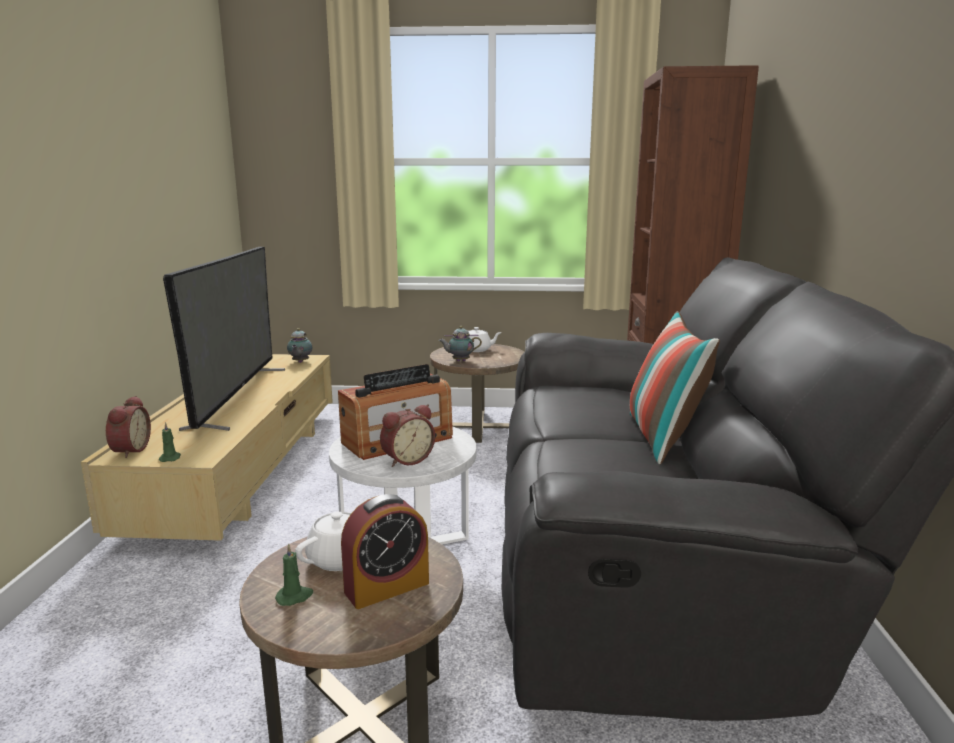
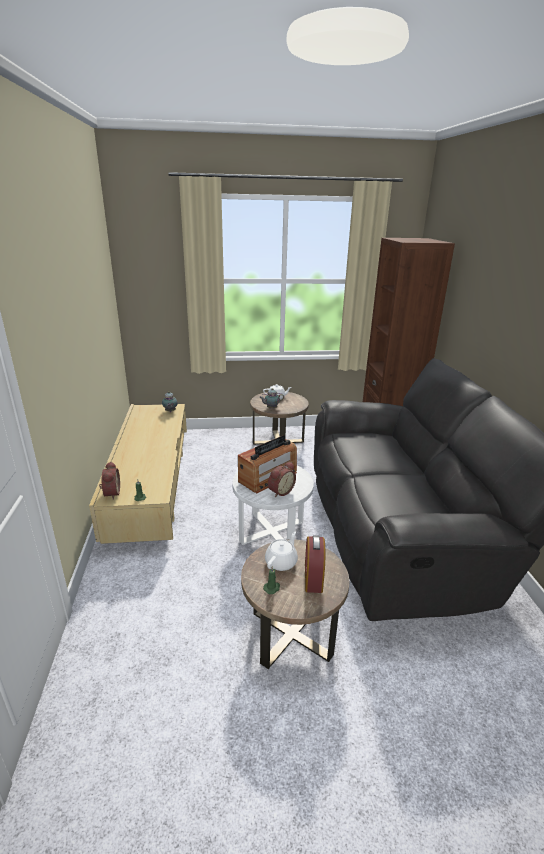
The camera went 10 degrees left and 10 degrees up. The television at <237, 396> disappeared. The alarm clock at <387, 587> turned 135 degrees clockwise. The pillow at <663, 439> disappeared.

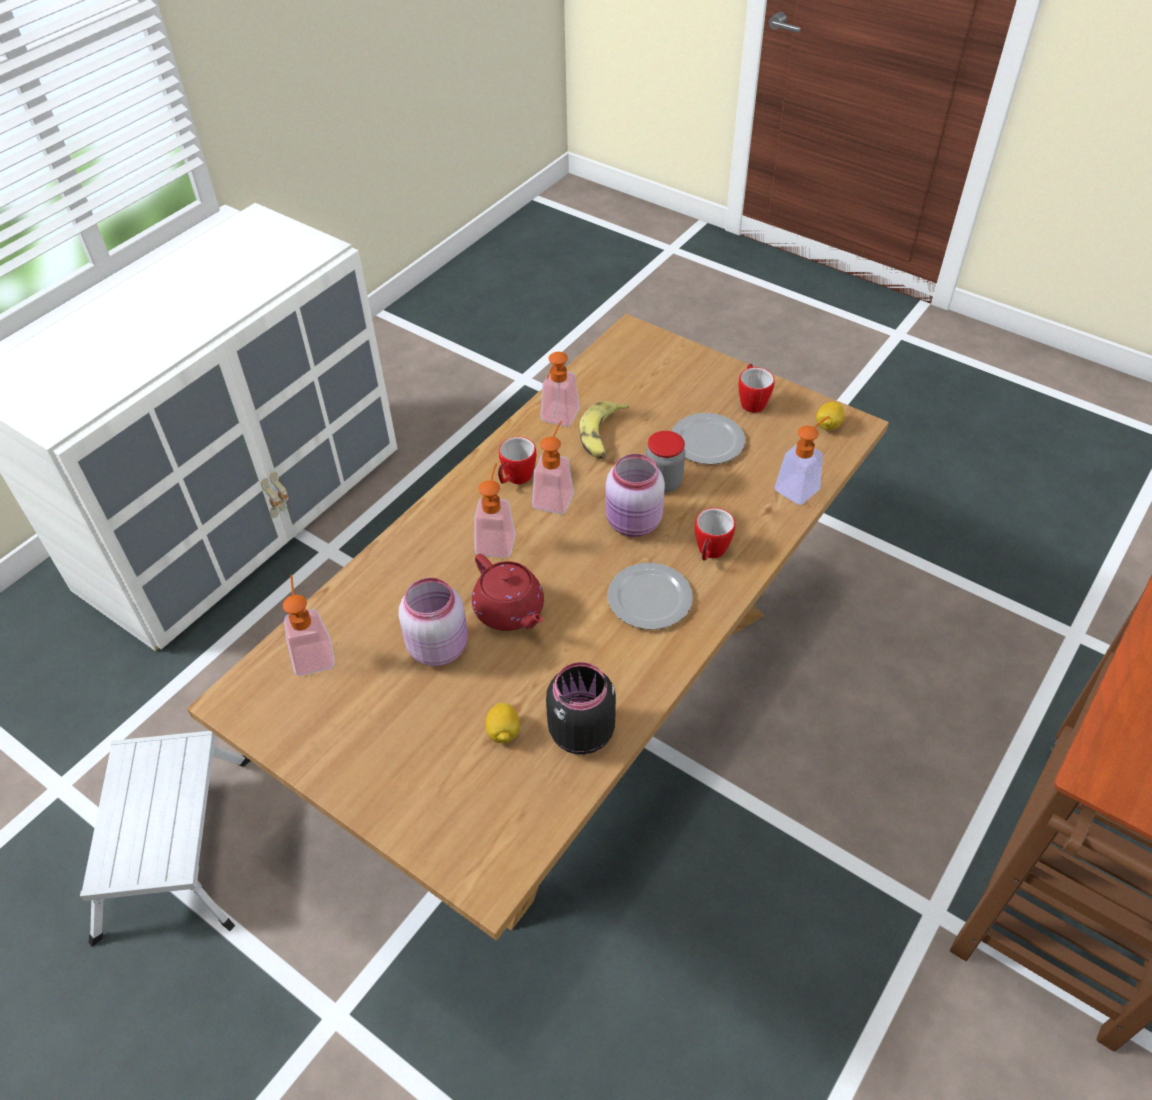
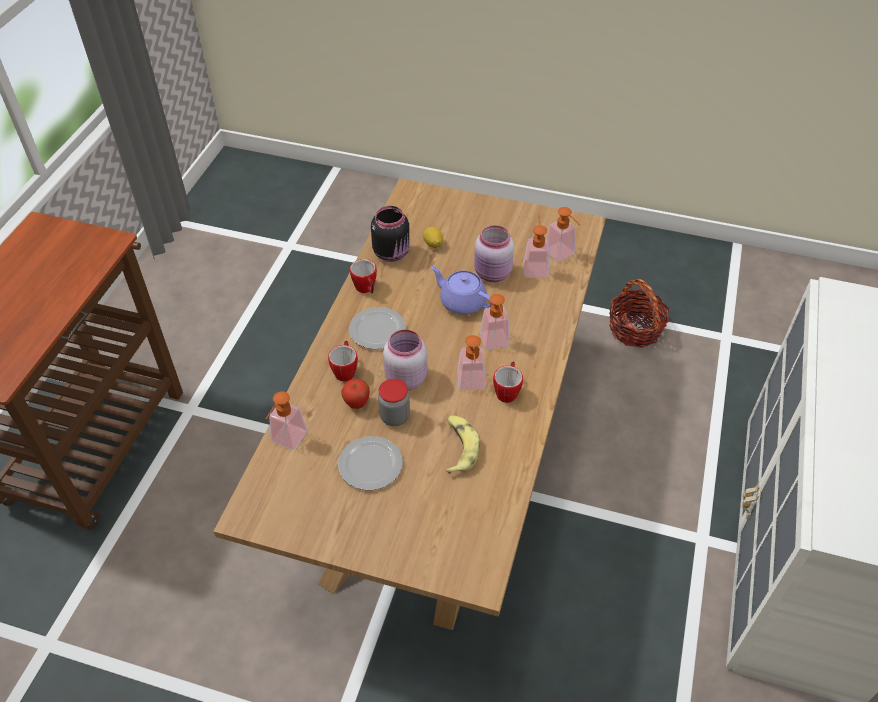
The camera went 160 degrees right and 0 degrees up. The white step ladder at <175, 844> was replaced by the basket at <635, 329>. The red teapot at <510, 611> became the purple teapot at <462, 302>. The soap dispenser moved from <557, 420> to <535, 266>. The mug moved from <751, 401> to <366, 289>. The lemon at <828, 425> disappeared. The apple at <357, 404> appeared.

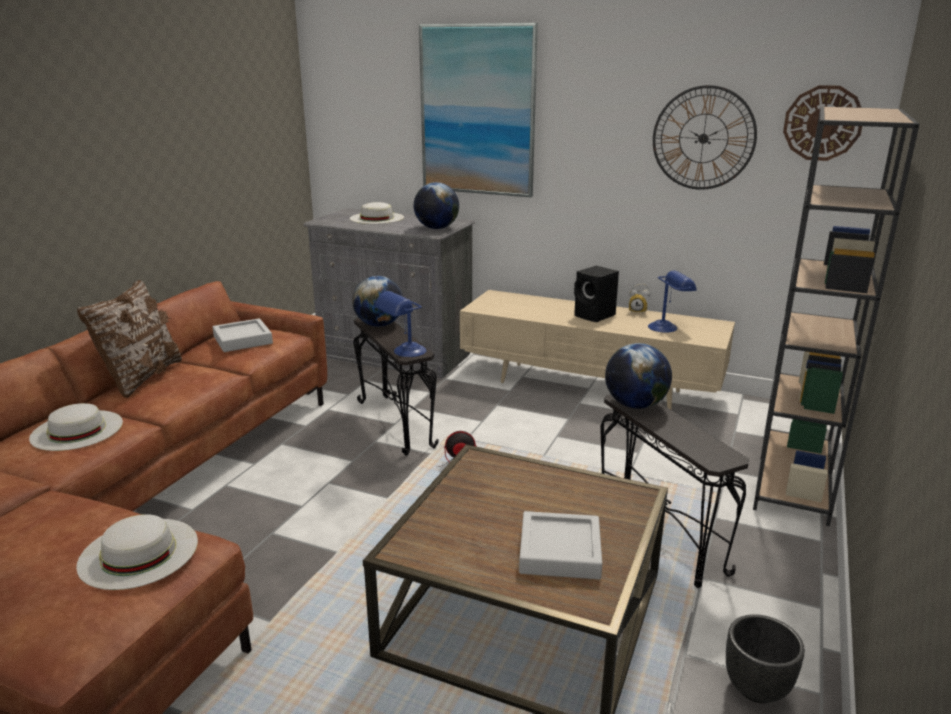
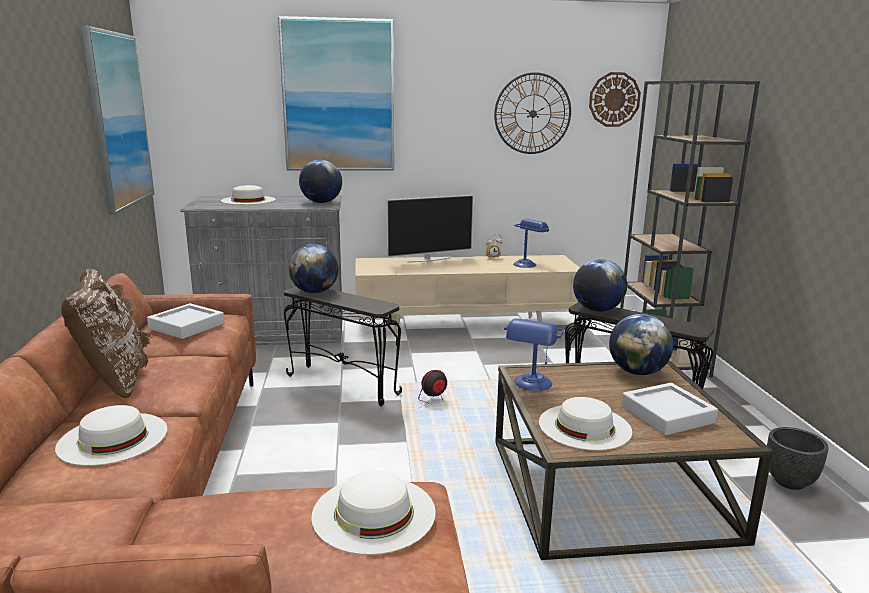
The camera went 30 degrees left and 5 degrees down. The blue table lamp moved from <404, 352> to <532, 386>. The black speaker at <595, 316> disappeared. The picture at <119, 121> appeared. The television at <428, 260> appeared. The white hat at <584, 426> appeared. The globe at <637, 372> appeared.

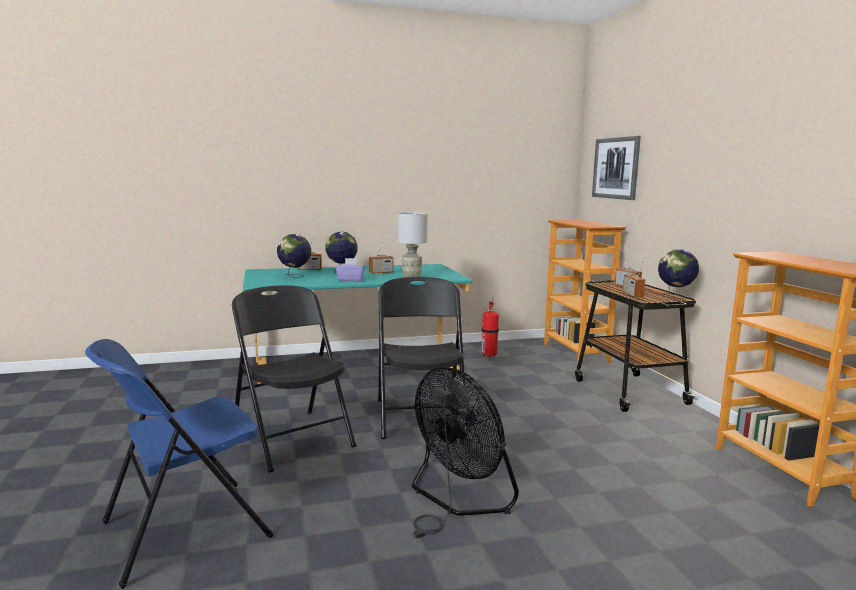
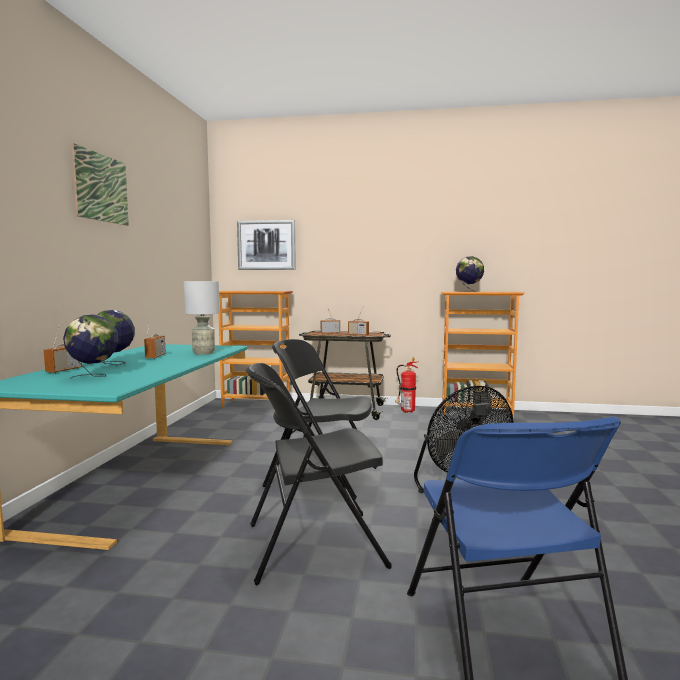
The camera went 65 degrees left and 5 degrees down. The purple tissue box at <350, 280> disappeared. The fire extinguisher moved from <489, 355> to <406, 411>. The globe moved from <675, 297> to <469, 291>. The picture at <101, 188> appeared.

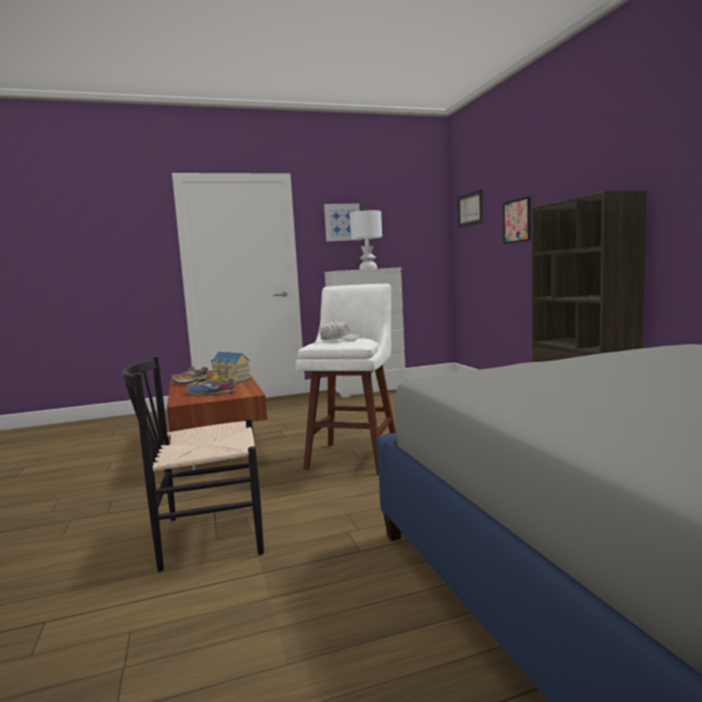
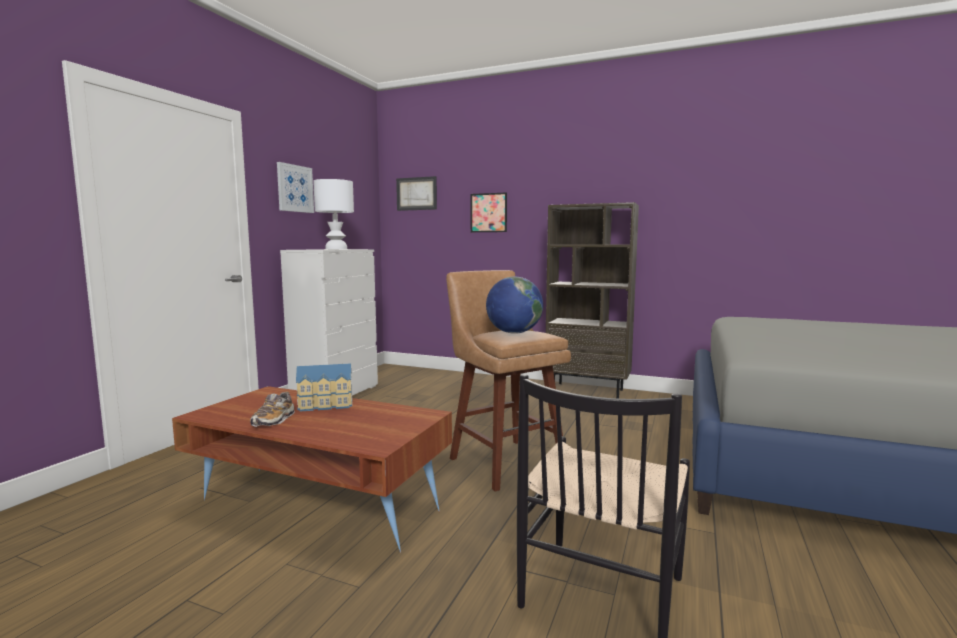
The camera went 50 degrees left and 0 degrees up. The shoe at <211, 393> disappeared. The white stool at <354, 456> became the brown stool at <504, 462>. The white cap at <339, 339> was replaced by the globe at <514, 333>.

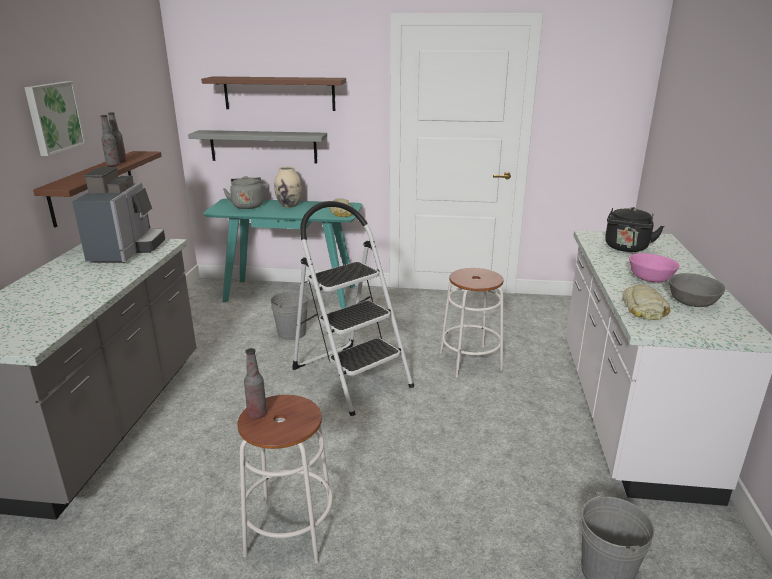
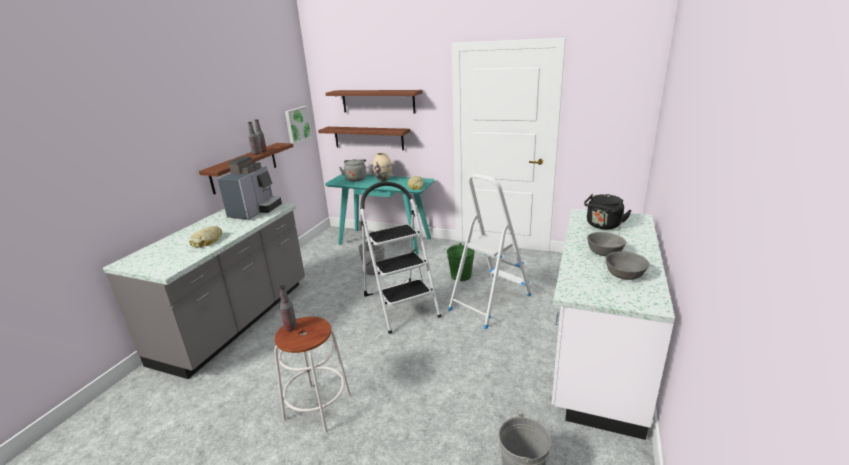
The camera went 15 degrees right and 0 degrees up. The picture moved from <53, 117> to <297, 124>. The grey shelf at <263, 146> became the brown shelf at <368, 138>. The white stool at <470, 361> was replaced by the white step ladder at <491, 302>. The bread moved from <643, 308> to <207, 240>. The pink bowl at <650, 278> became the grey bowl at <604, 252>. The green bucket at <461, 276> appeared.

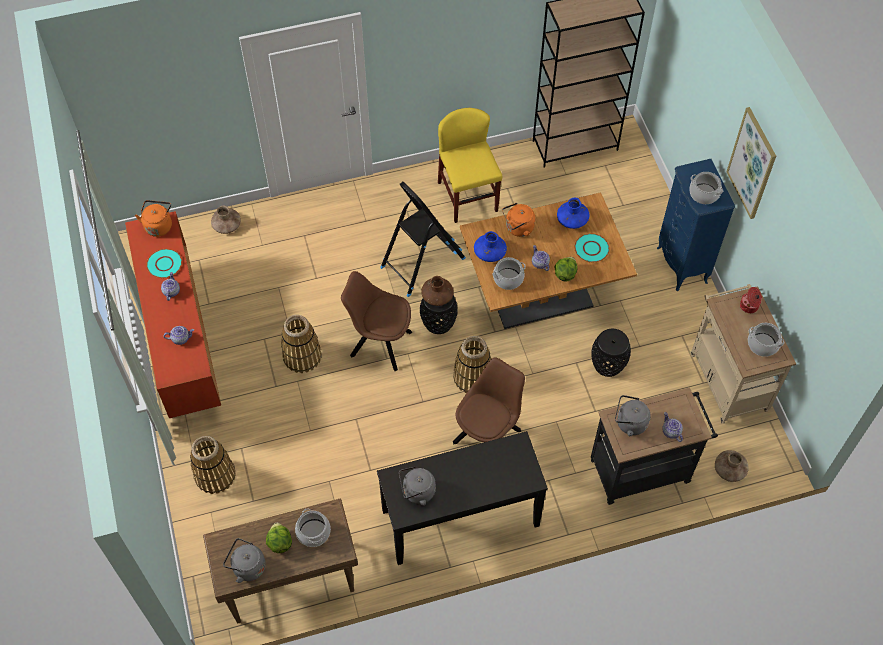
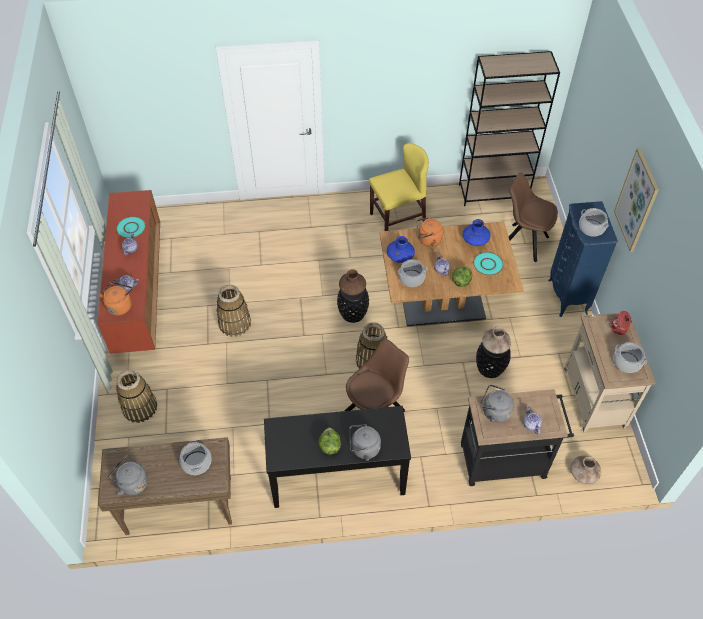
The camera went 10 degrees right and 5 degrees down. The orange kettle moved from <158, 225> to <120, 305>. The brown vase moved from <227, 225> to <495, 345>. The lettuce moved from <280, 543> to <329, 446>. The brown chair moved from <380, 344> to <524, 242>. The black step ladder at <423, 262> disappeared. The grey kettle moved from <417, 492> to <363, 448>. The yellow chair at <468, 197> turned 75 degrees clockwise.

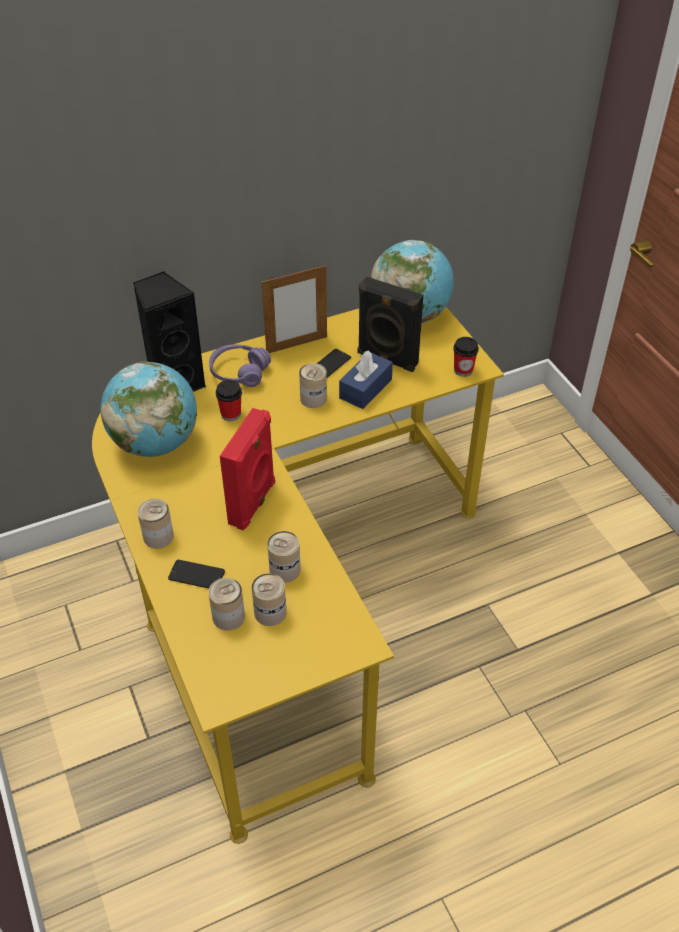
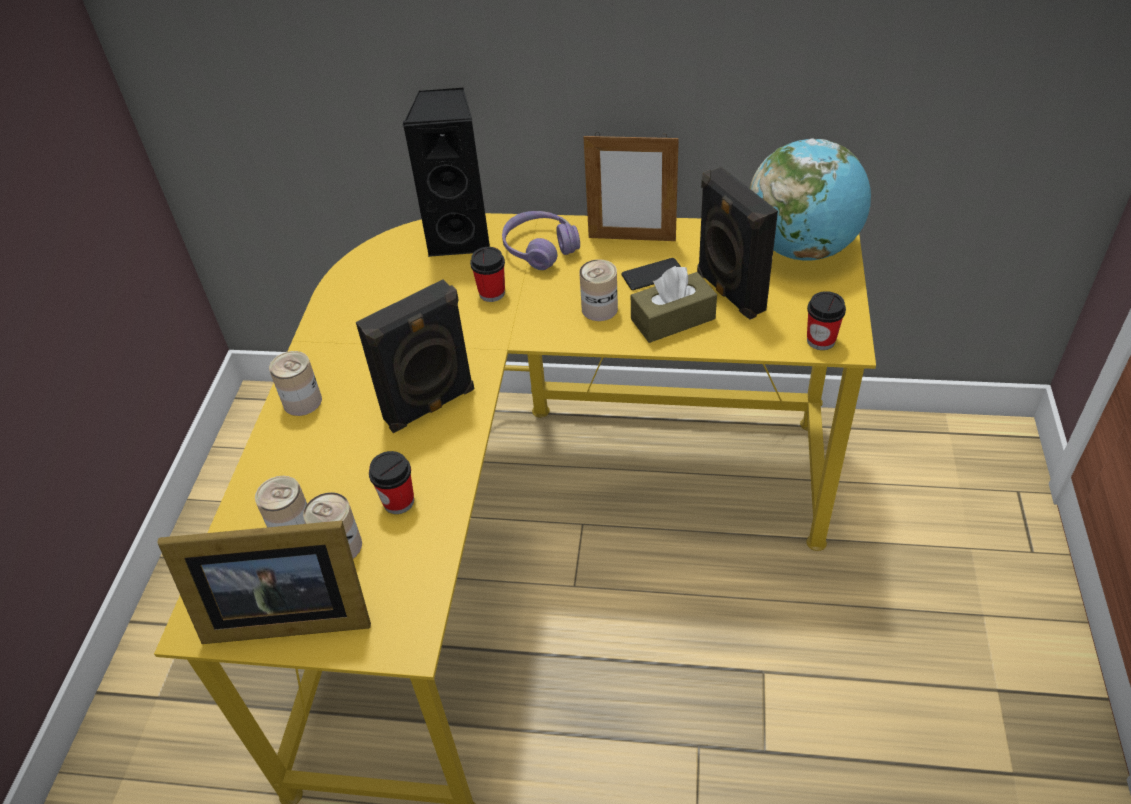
The camera went 35 degrees right and 0 degrees up. The globe at <155, 443> disappeared. The phone at <196, 575> disappeared. The red speaker at <253, 503> became the black speaker at <430, 406>. The can at <285, 569> was replaced by the cup at <398, 501>. The blue tissue box at <365, 388> became the brown tissue box at <673, 319>. The picture frame at <283, 615> appeared.

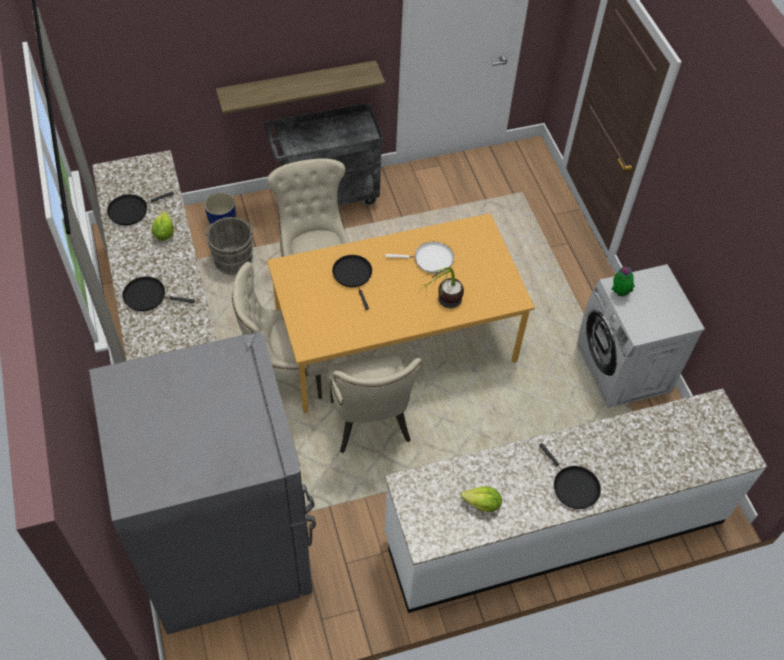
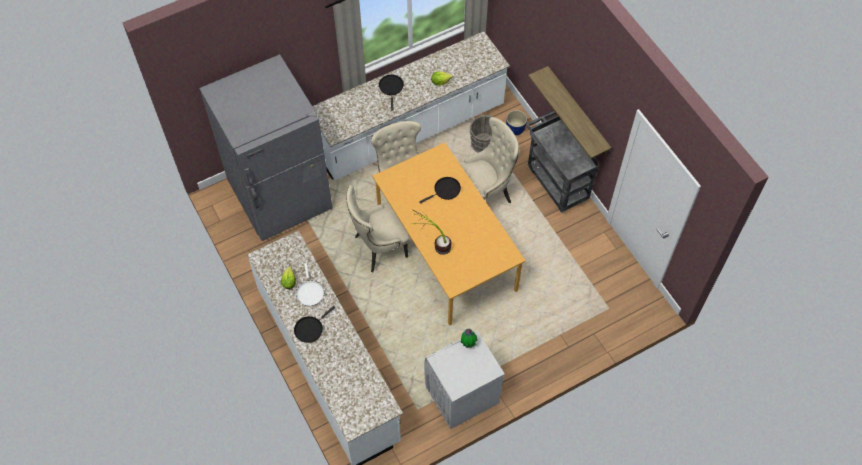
The camera went 80 degrees right and 5 degrees up. The black frying pan at <131, 210> disappeared. The white frying pan moved from <430, 259> to <310, 292>.

